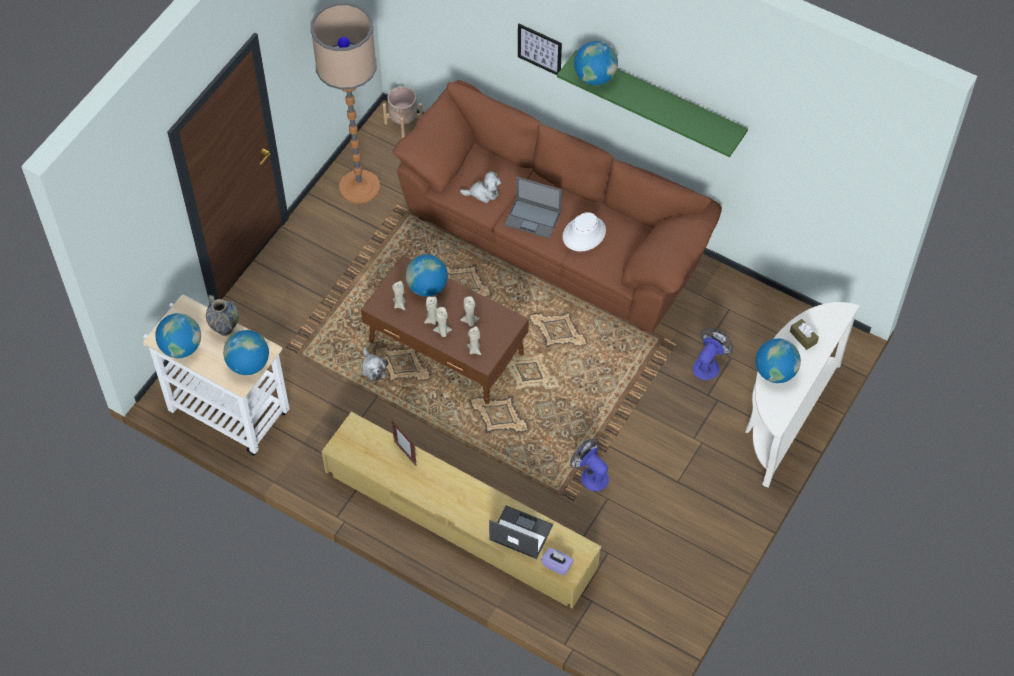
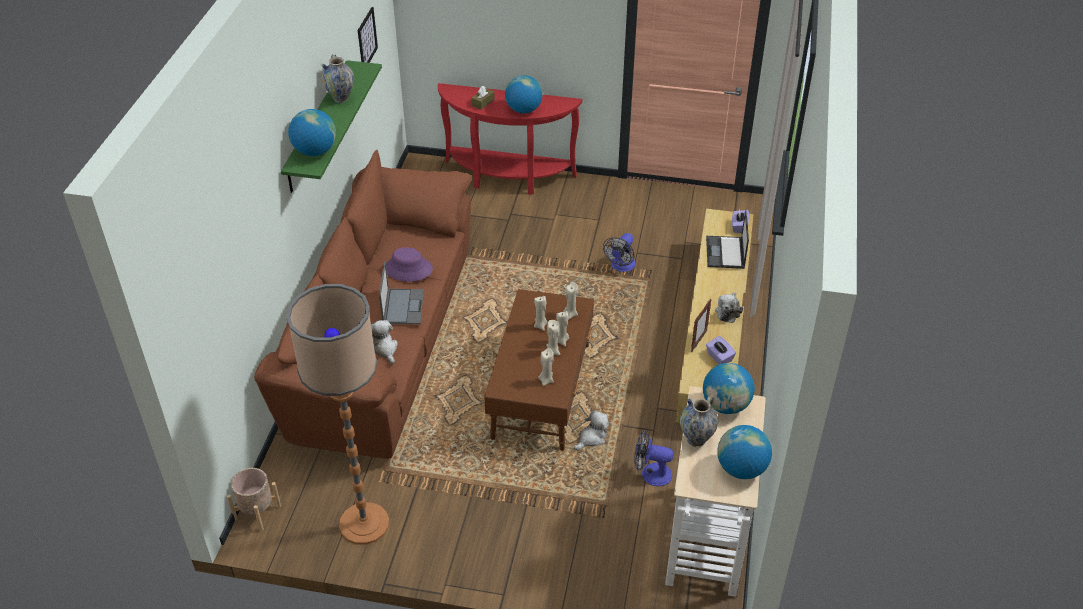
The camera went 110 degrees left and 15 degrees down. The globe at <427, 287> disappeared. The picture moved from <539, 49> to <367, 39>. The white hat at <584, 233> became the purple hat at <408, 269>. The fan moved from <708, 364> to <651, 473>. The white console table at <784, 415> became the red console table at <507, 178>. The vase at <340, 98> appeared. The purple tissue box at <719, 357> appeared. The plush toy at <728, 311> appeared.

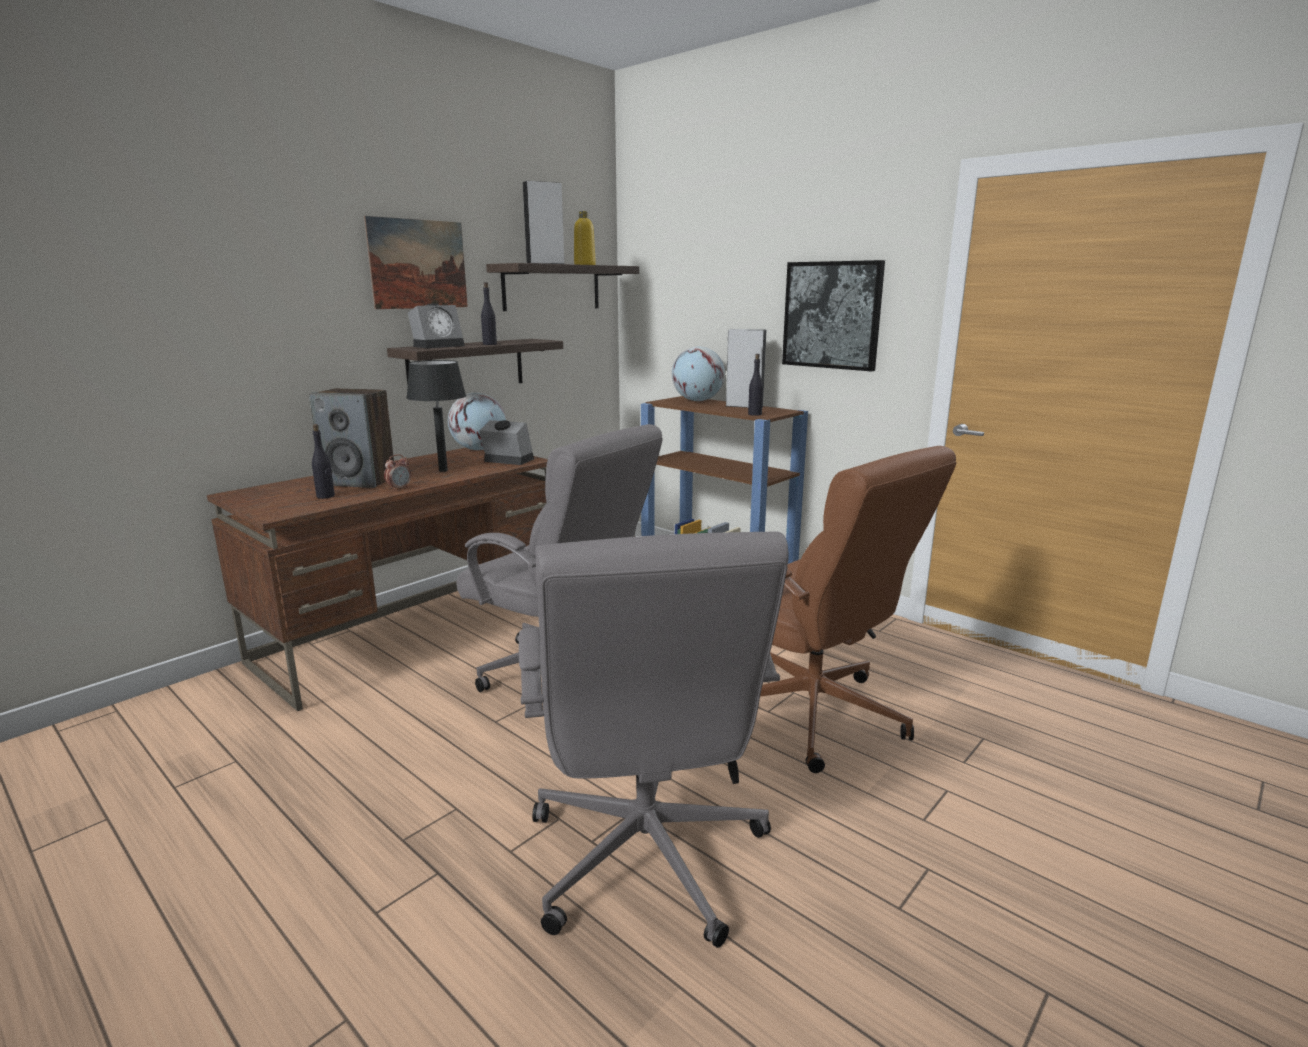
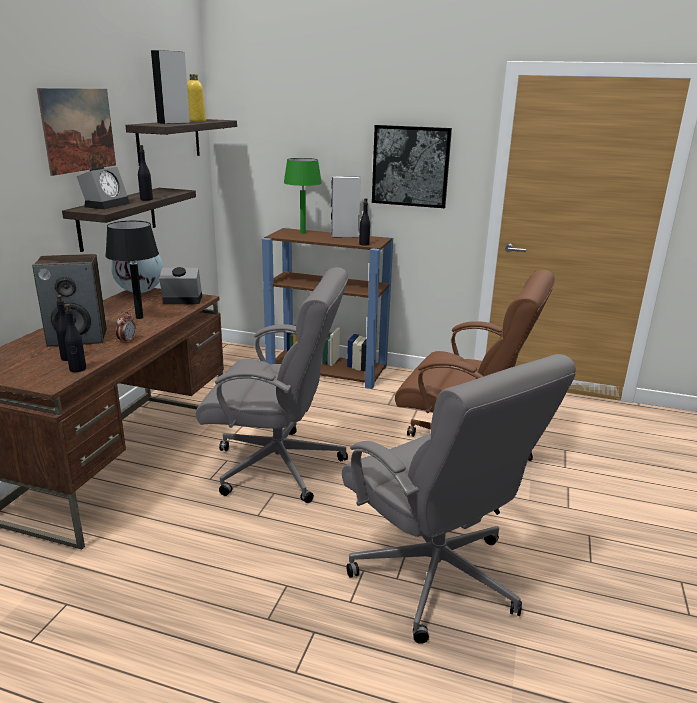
The camera went 25 degrees left and 5 degrees up. The globe at <697, 401> was replaced by the green table lamp at <303, 233>. The black bottle at <77, 369> appeared.

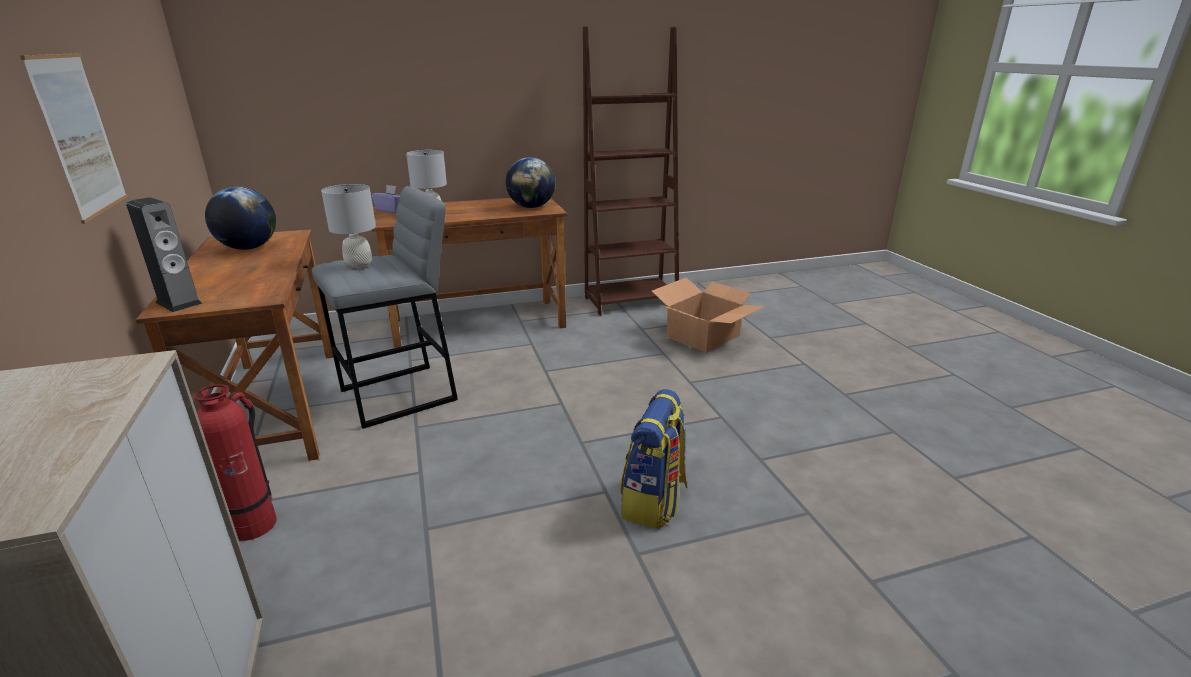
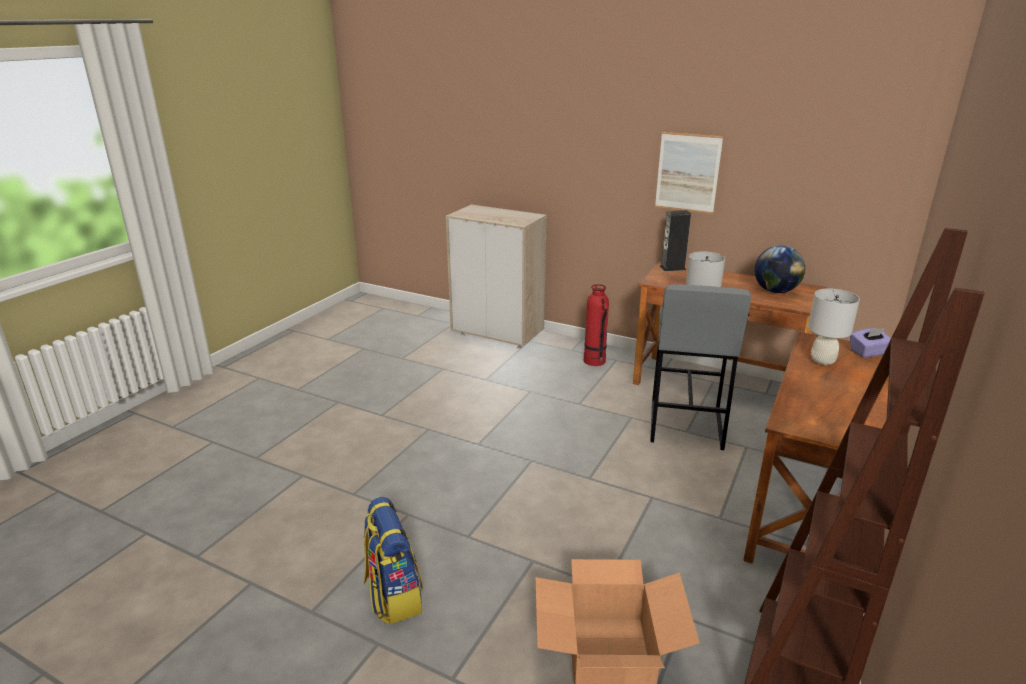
The camera went 135 degrees right and 0 degrees up. The globe at <531, 207> disappeared. The backpack moved from <654, 502> to <393, 596>.

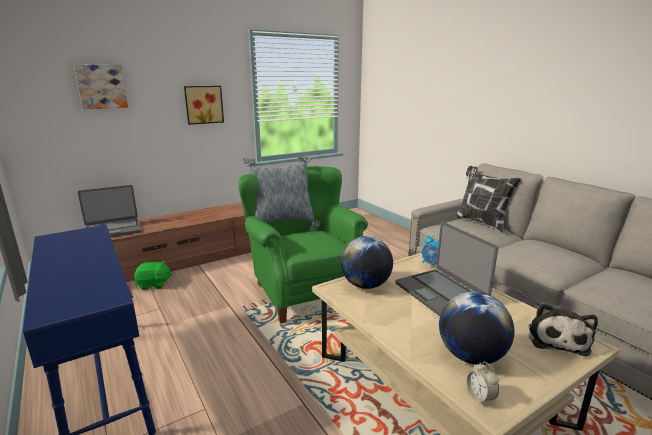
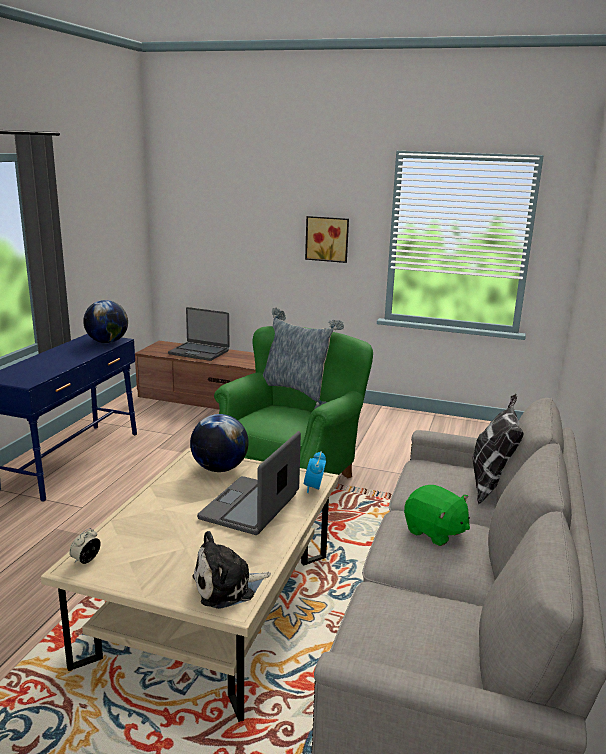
The camera went 50 degrees right and 0 degrees up. The picture at <101, 86> disappeared. The green plush toy moved from <154, 284> to <434, 532>. The globe moved from <471, 356> to <107, 342>.

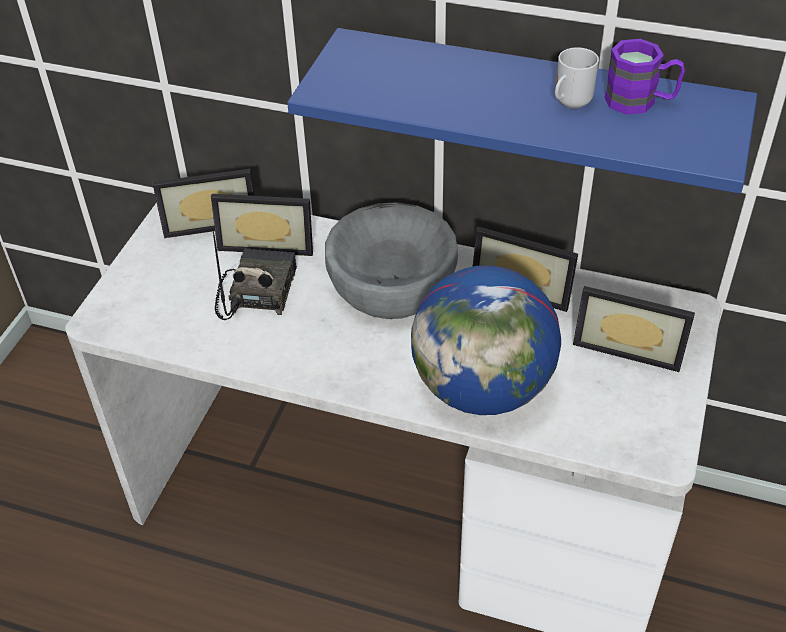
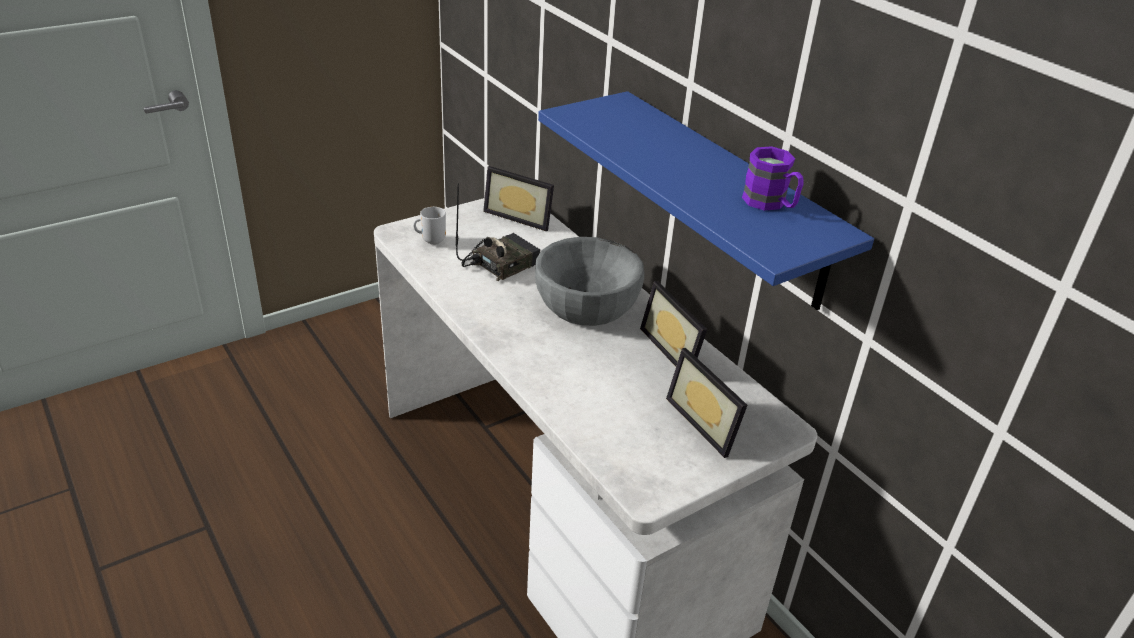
The camera went 35 degrees right and 10 degrees down. The picture frame at <268, 242> disappeared. The globe at <483, 388> disappeared. The mug moved from <569, 103> to <432, 240>.

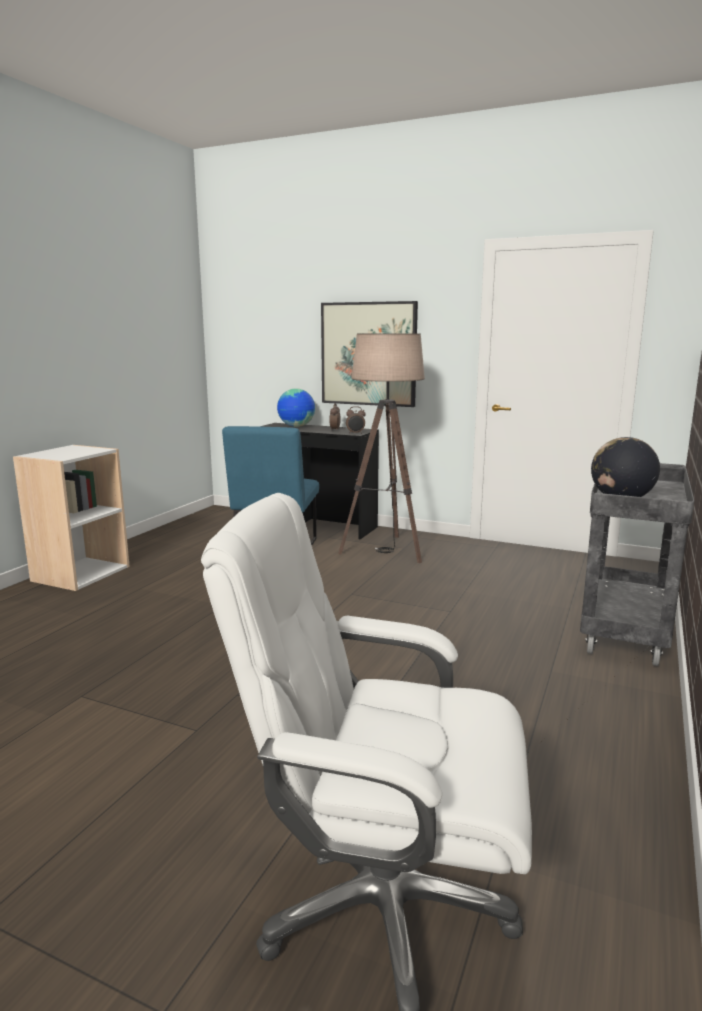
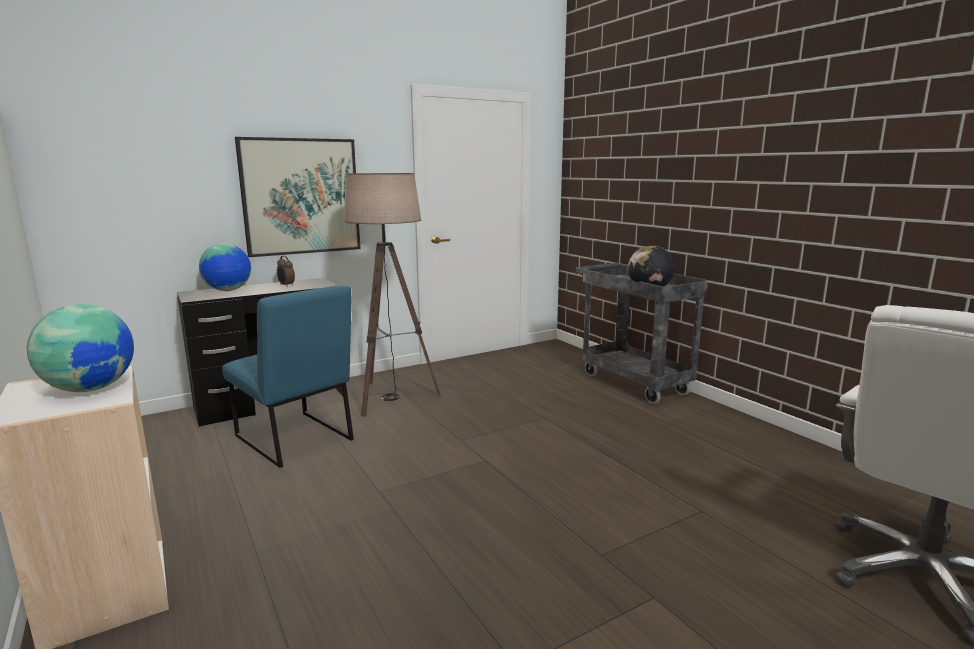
The camera went 55 degrees left and 0 degrees up. The alarm clock at <355, 433> disappeared. The globe at <90, 388> appeared.

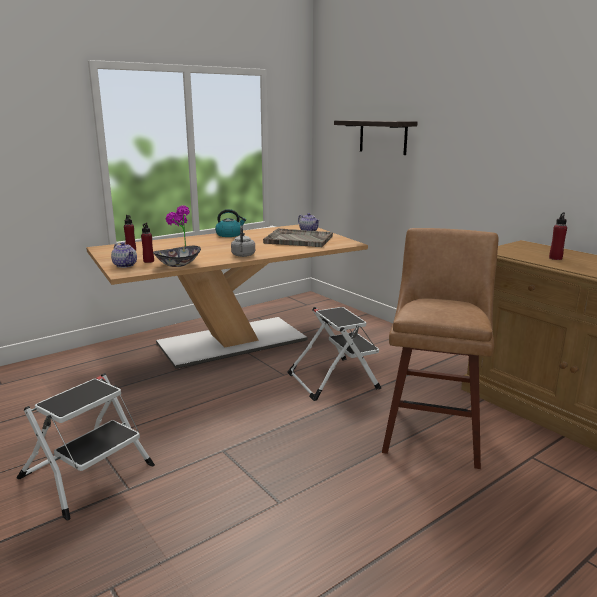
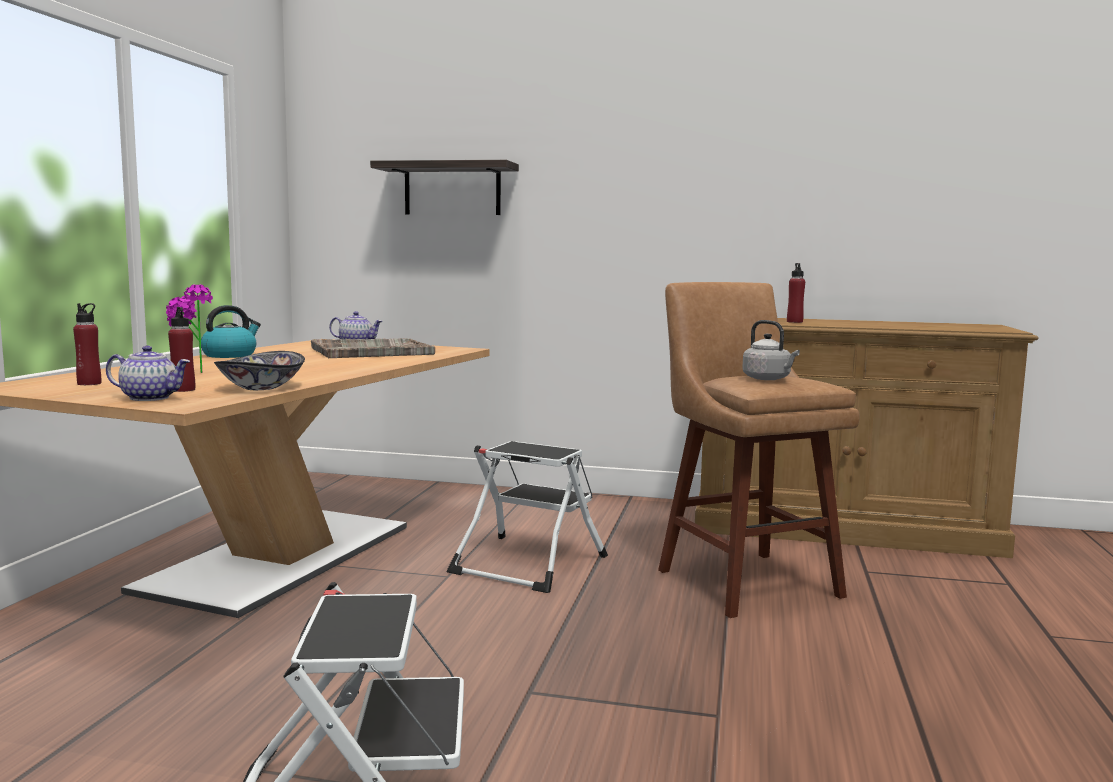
The camera went 40 degrees left and 10 degrees down. The grey kettle moved from <243, 255> to <768, 379>.

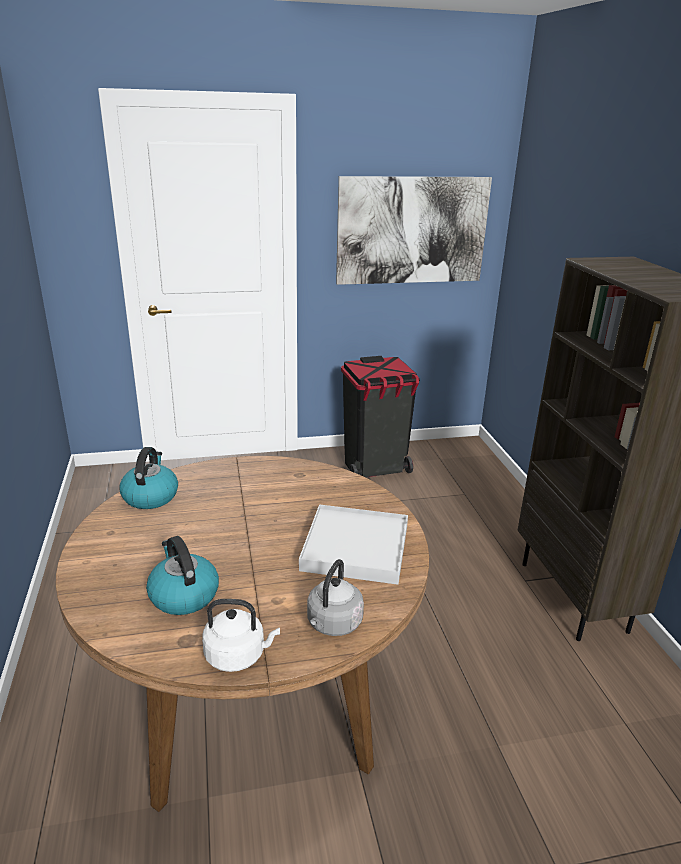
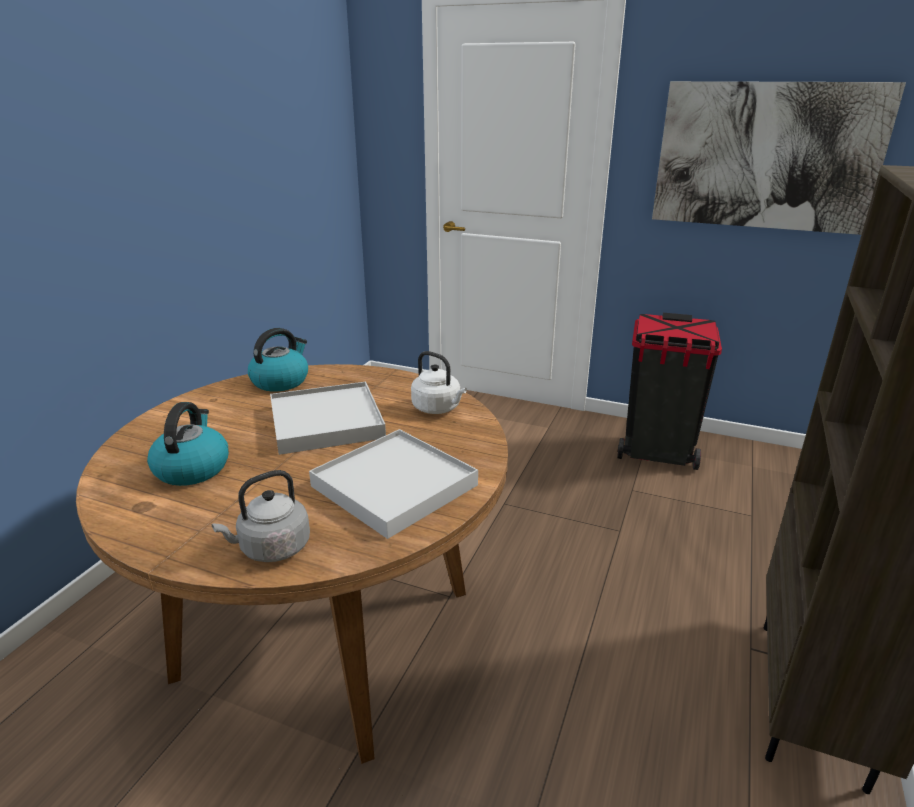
The camera went 35 degrees right and 0 degrees up. The white kettle moved from <238, 655> to <438, 408>. The white tray at <326, 422> appeared.

